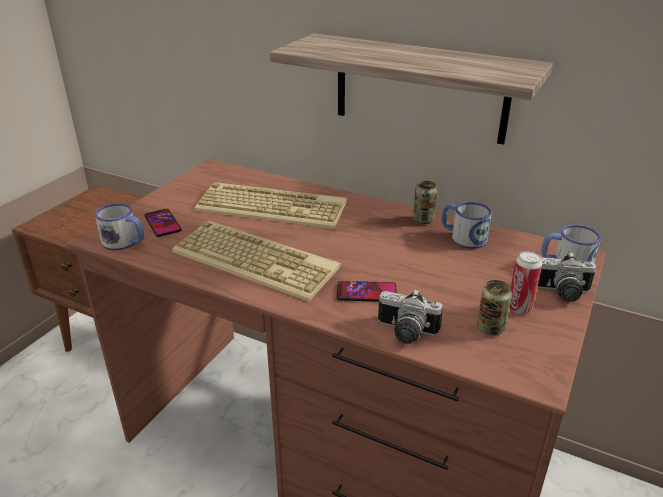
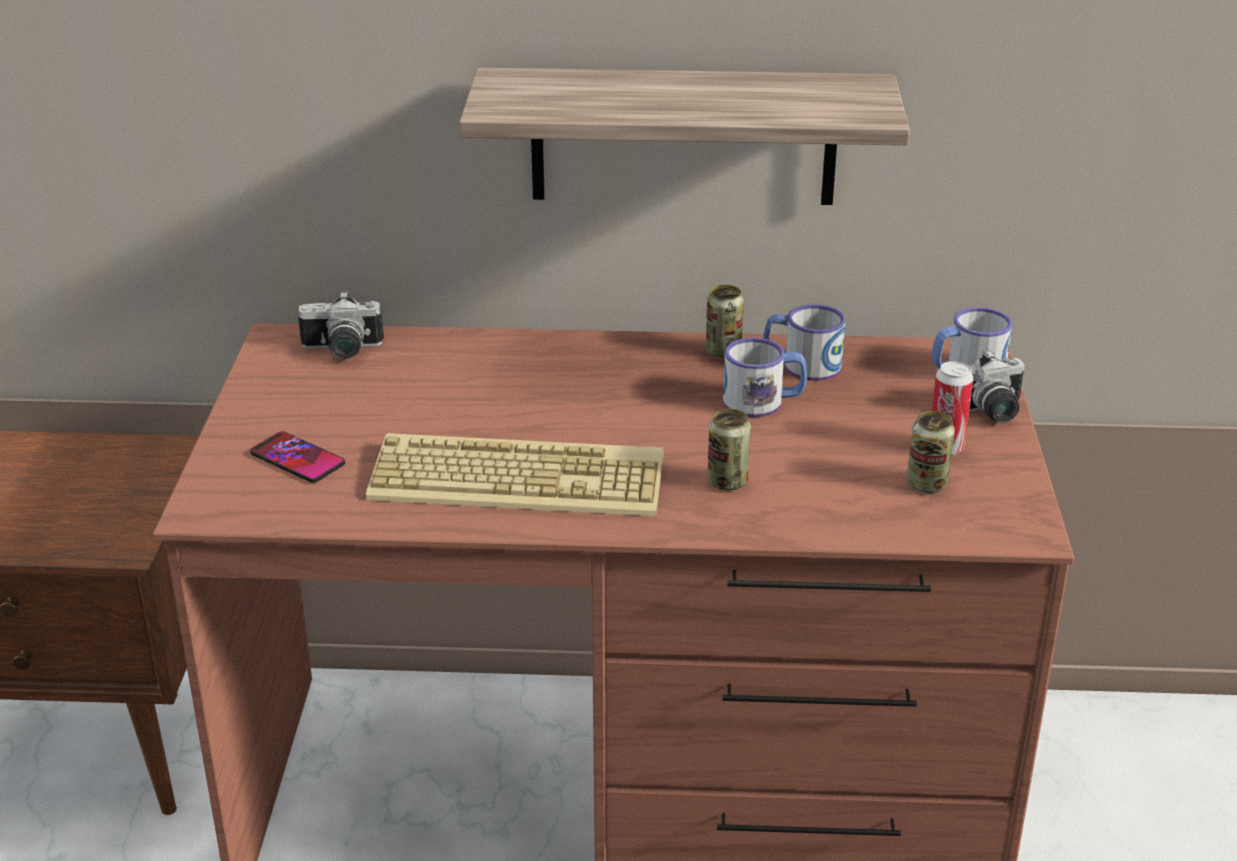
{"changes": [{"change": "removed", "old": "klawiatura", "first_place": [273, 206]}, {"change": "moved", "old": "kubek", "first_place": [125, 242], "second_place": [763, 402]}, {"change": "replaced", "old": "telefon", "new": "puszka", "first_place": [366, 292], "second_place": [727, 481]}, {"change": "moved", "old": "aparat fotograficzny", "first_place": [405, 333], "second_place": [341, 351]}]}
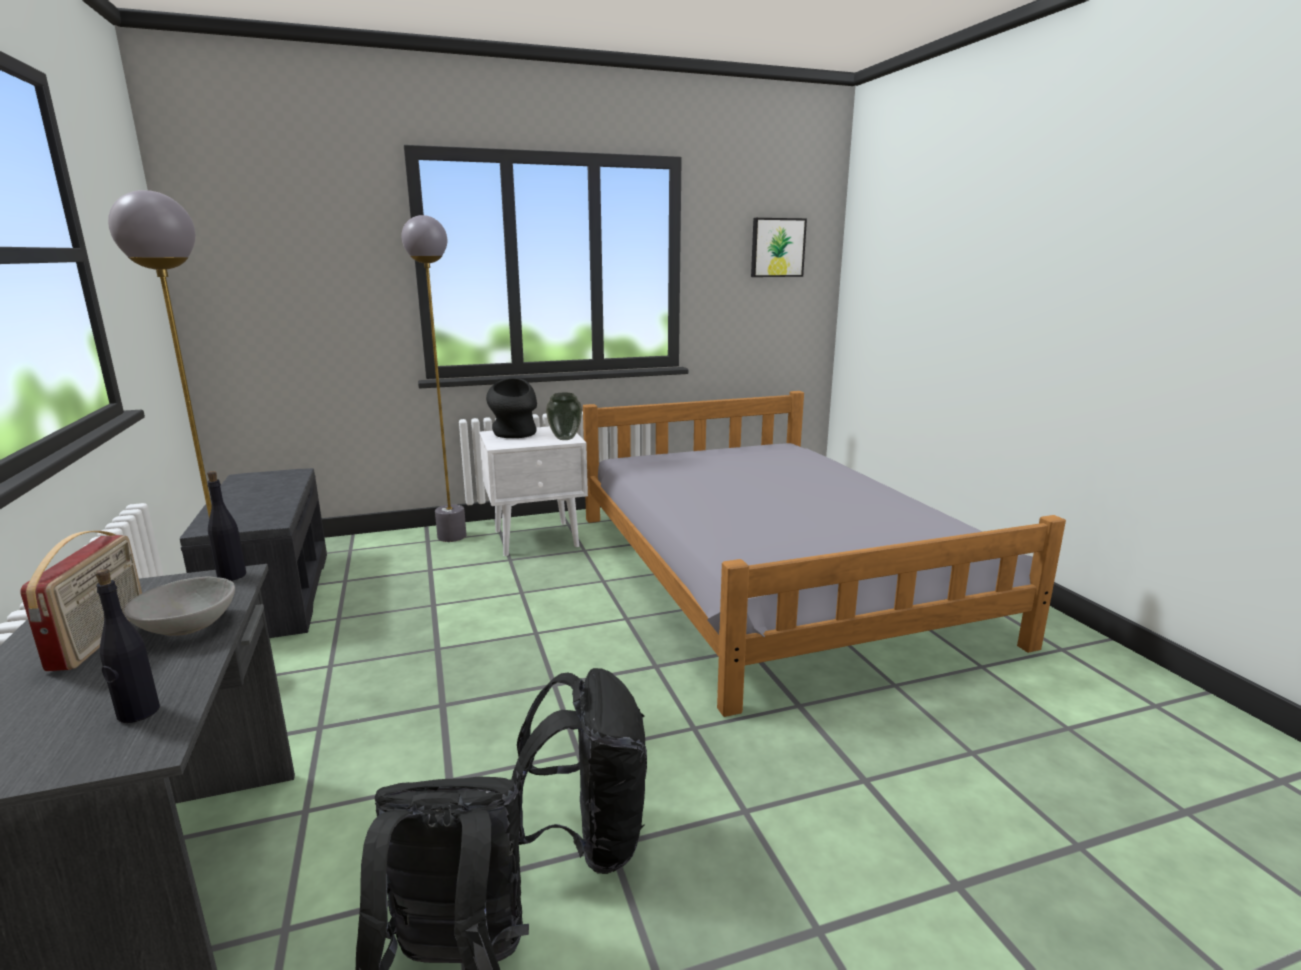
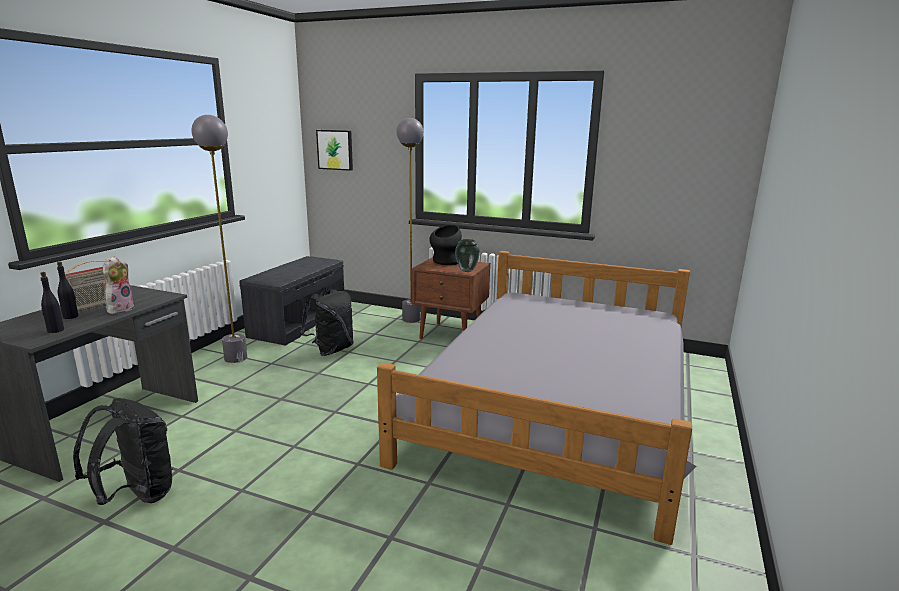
{"changes": [{"change": "moved", "old": "obraz", "first_place": [777, 247], "second_place": [335, 150]}, {"change": "recoloured", "old": "szafka nocna (biały)", "new": "szafka nocna (brązowy)", "first_place": [538, 538], "second_place": [451, 334]}, {"change": "moved", "old": "butelka (czarny)", "first_place": [232, 576], "second_place": [71, 316]}, {"change": "replaced", "old": "miska (szary)", "new": "pluszak", "first_place": [188, 626], "second_place": [120, 309]}, {"change": "moved", "old": "plecak (czarny)", "first_place": [588, 838], "second_place": [331, 350]}]}
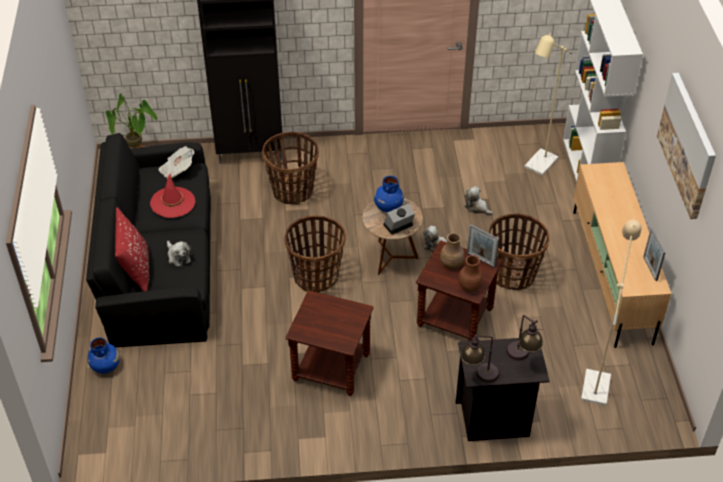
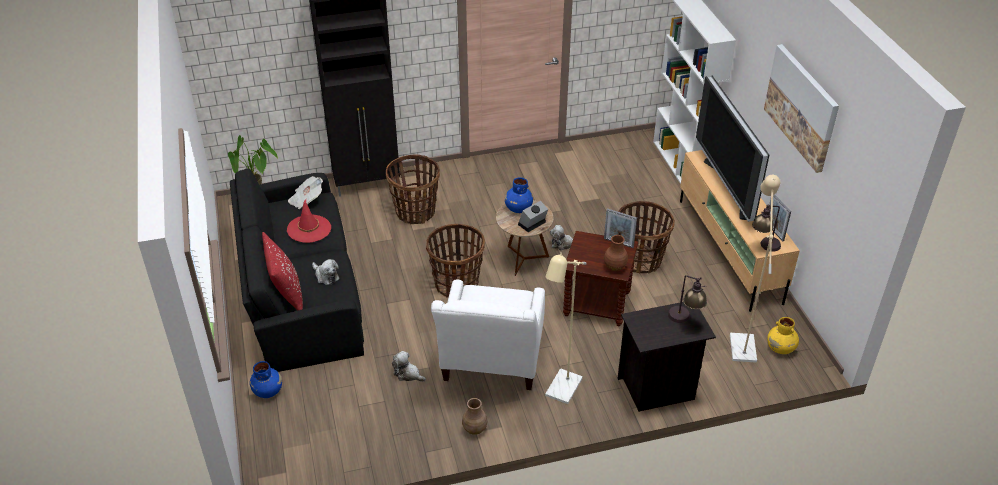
{"changes": [{"change": "moved", "old": "lampa stojąca (beżowy)", "first_place": [538, 166], "second_place": [561, 392]}, {"change": "moved", "old": "pluszak", "first_place": [477, 207], "second_place": [408, 374]}, {"change": "moved", "old": "wazon (brązowy)", "first_place": [451, 264], "second_place": [475, 429]}, {"change": "replaced", "old": "stolik (brązowy)", "new": "fotel (biały)", "first_place": [330, 368], "second_place": [491, 364]}, {"change": "moved", "old": "lampa stołowa", "first_place": [478, 375], "second_place": [764, 247]}, {"change": "added", "new": "telewizor", "second_place": [729, 188]}, {"change": "added", "new": "wazon (żółty)", "second_place": [780, 348]}]}
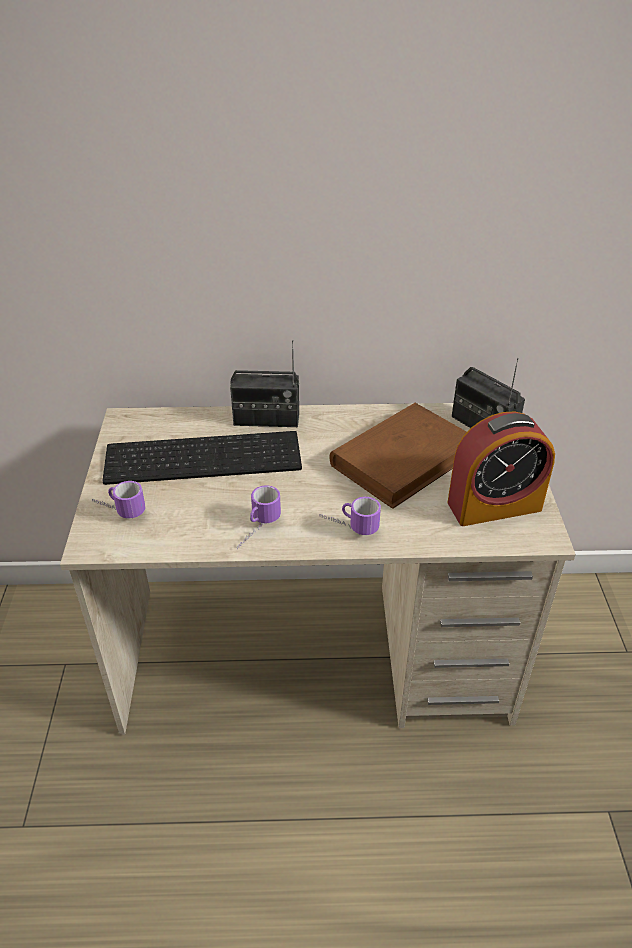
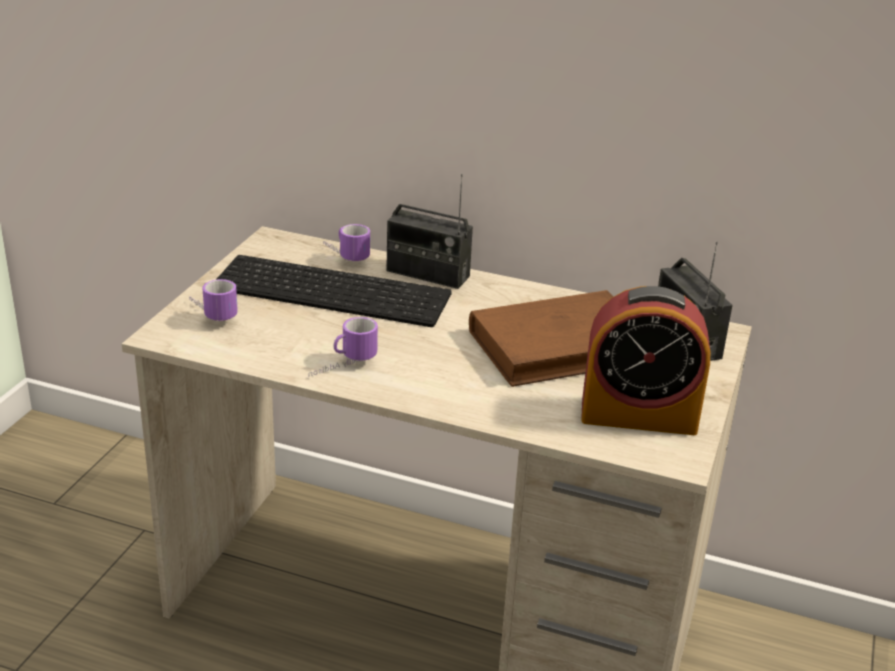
{"changes": [{"change": "moved", "old": "kubek", "first_place": [348, 526], "second_place": [344, 256]}]}
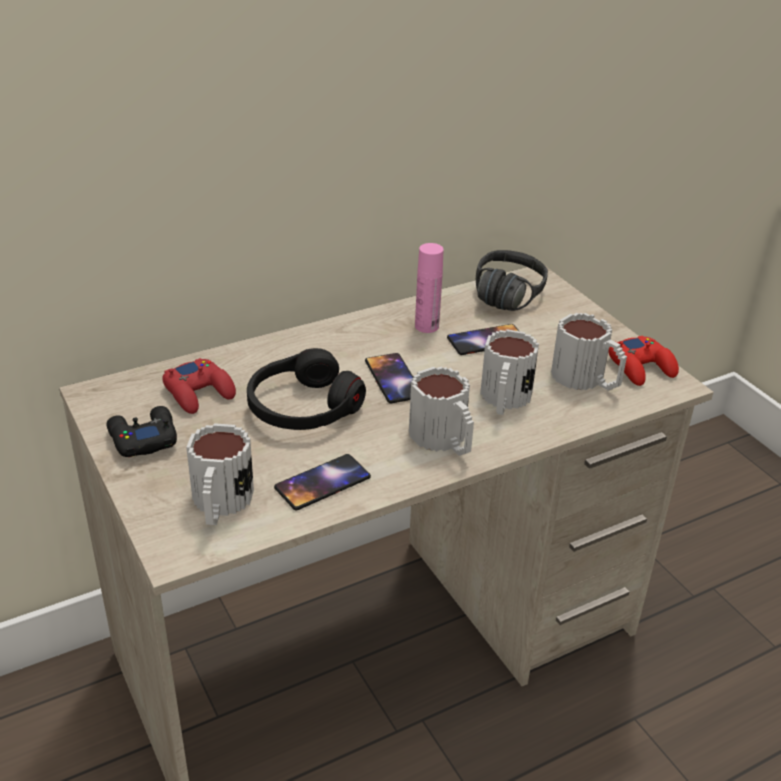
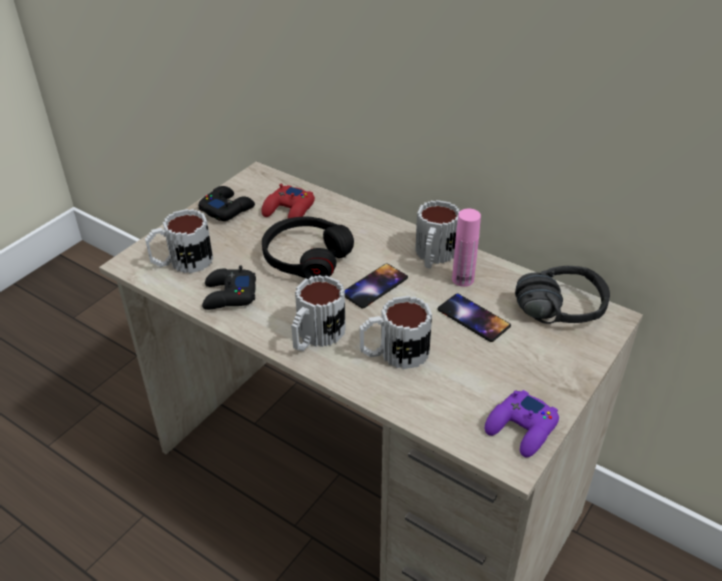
{"changes": [{"change": "moved", "old": "kubek", "first_place": [587, 380], "second_place": [433, 256]}, {"change": "recoloured", "old": "pad do gier (czerwony)", "new": "pad do gier (fioletowy)", "first_place": [641, 367], "second_place": [521, 429]}, {"change": "replaced", "old": "telefon", "new": "pad do gier (czarny)", "first_place": [323, 483], "second_place": [229, 295]}]}
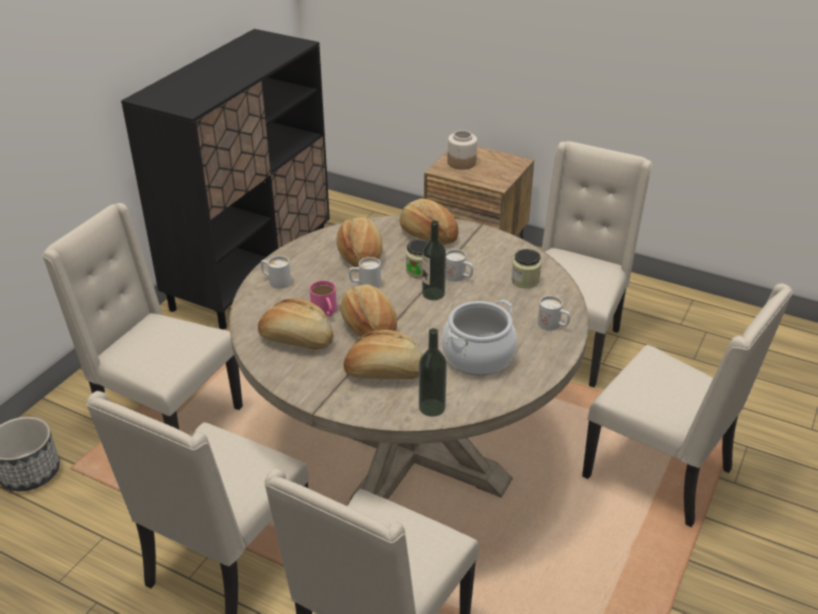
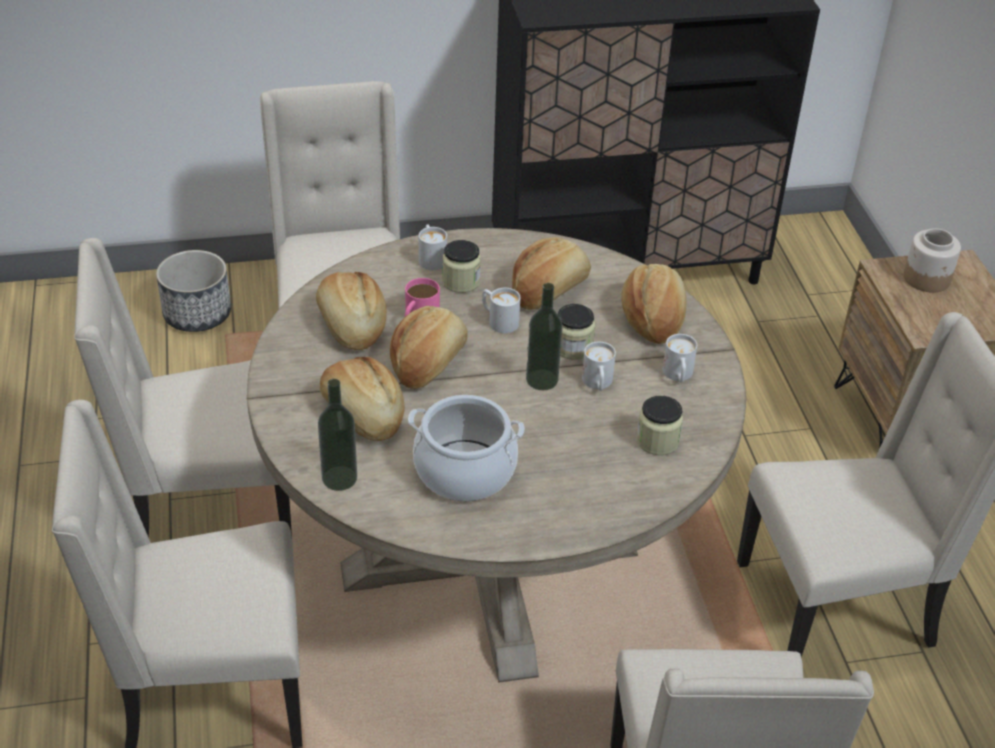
{"changes": [{"change": "moved", "old": "kubek (biały)", "first_place": [553, 325], "second_place": [678, 376]}, {"change": "added", "new": "słoik", "second_place": [461, 282]}]}
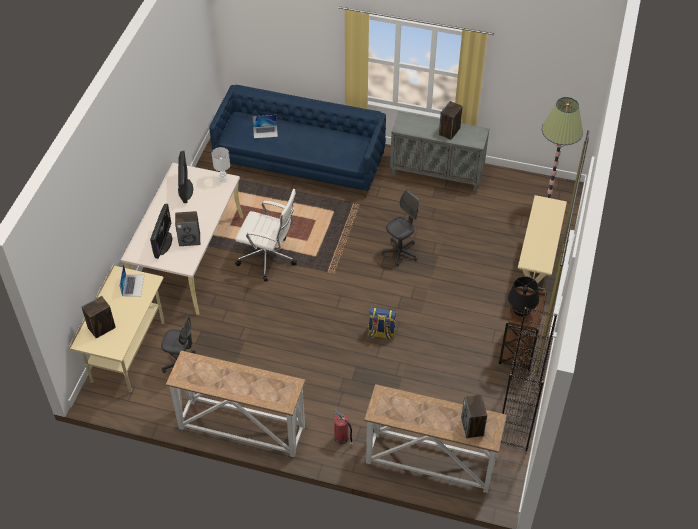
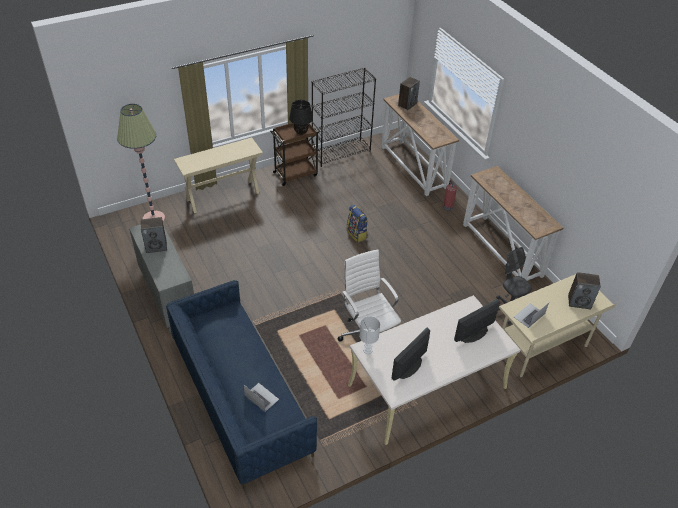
{"changes": [{"change": "removed", "old": "krzesło biurowe (szary)", "first_place": [400, 252]}, {"change": "removed", "old": "głośnik", "first_place": [190, 239]}]}
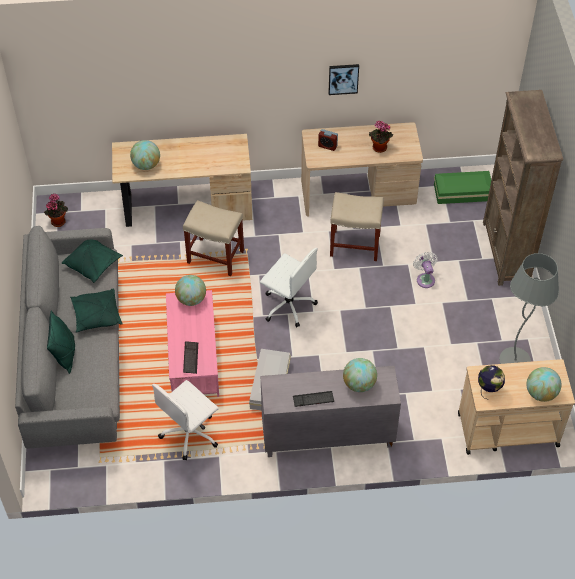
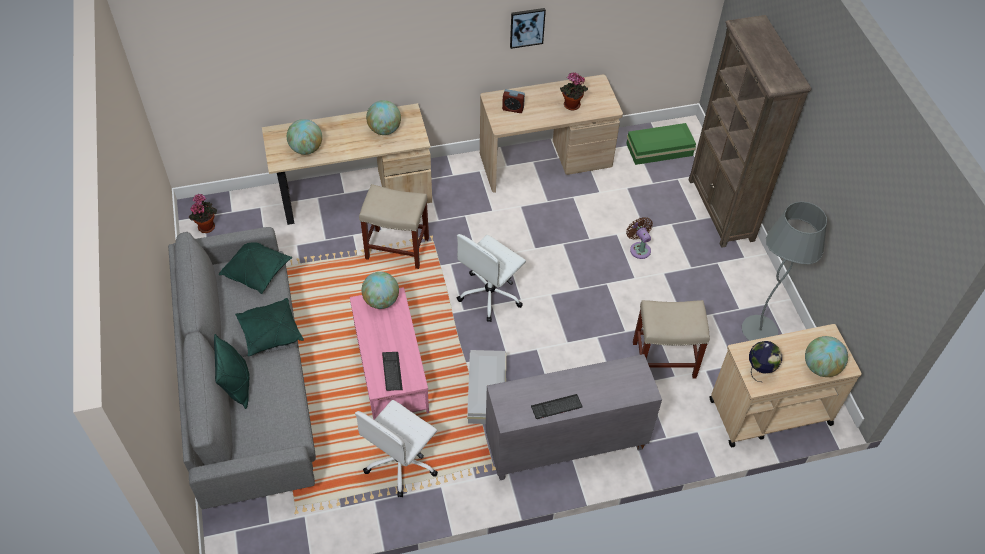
{"changes": [{"change": "moved", "old": "stołek (beżowy)", "first_place": [354, 245], "second_place": [663, 360]}, {"change": "turned", "old": "krzesło biurowe (biały)", "first_place": [288, 305], "second_place": [490, 295], "degrees": 105}, {"change": "recoloured", "old": "wentylator (biały)", "new": "wentylator (brązowy)", "first_place": [425, 279], "second_place": [639, 248]}, {"change": "moved", "old": "globus", "first_place": [359, 384], "second_place": [384, 130]}]}
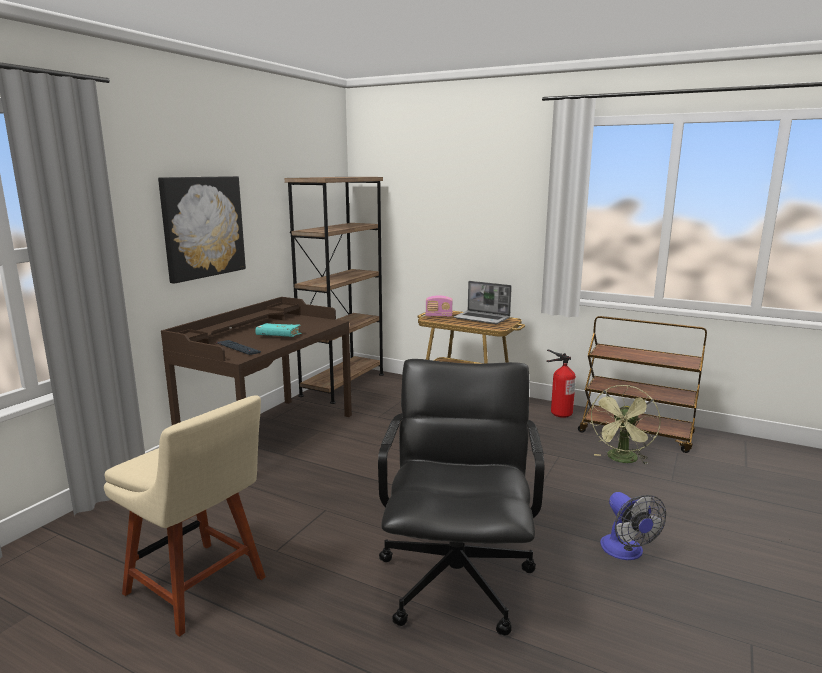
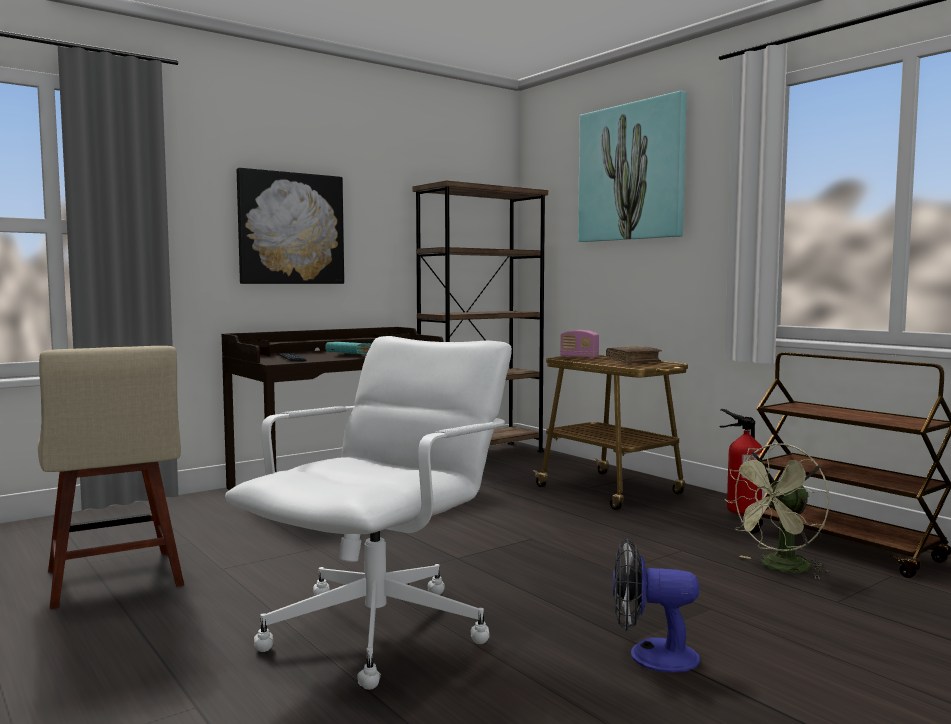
{"changes": [{"change": "replaced", "old": "laptop", "new": "książka (brązowy)", "first_place": [482, 318], "second_place": [633, 361]}, {"change": "recoloured", "old": "krzesło biurowe (czarny)", "new": "krzesło biurowe (biały)", "first_place": [457, 580], "second_place": [380, 631]}, {"change": "turned", "old": "wentylator", "first_place": [626, 552], "second_place": [651, 655], "degrees": 90}, {"change": "added", "new": "obraz", "second_place": [631, 172]}]}
